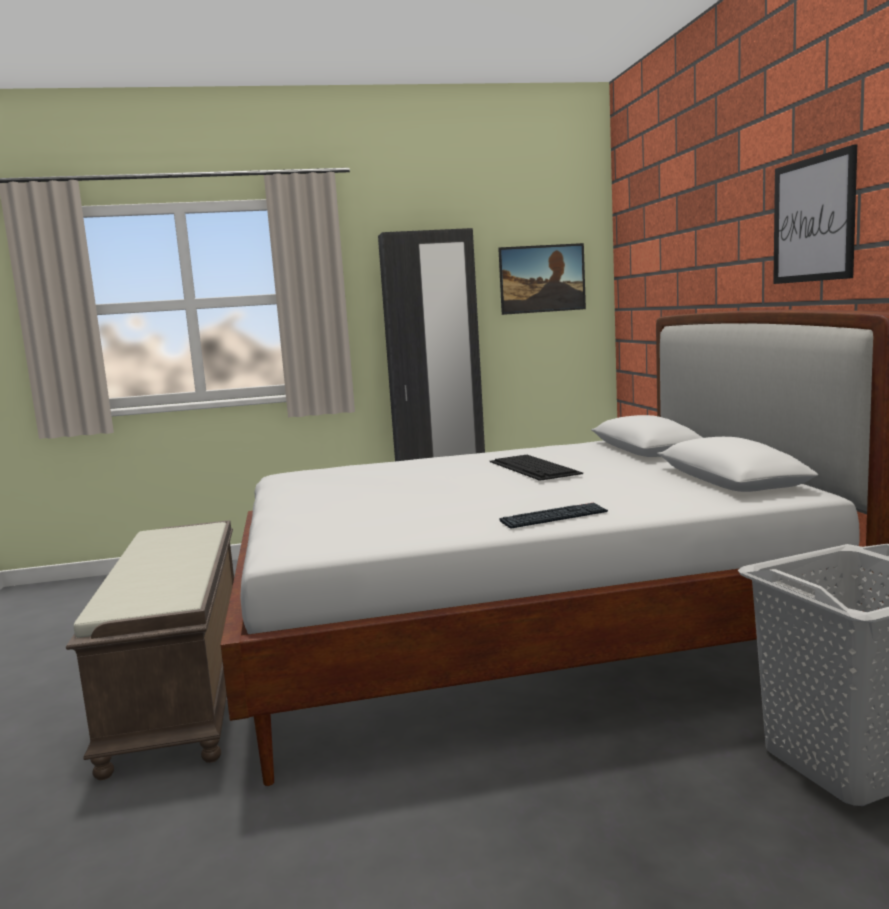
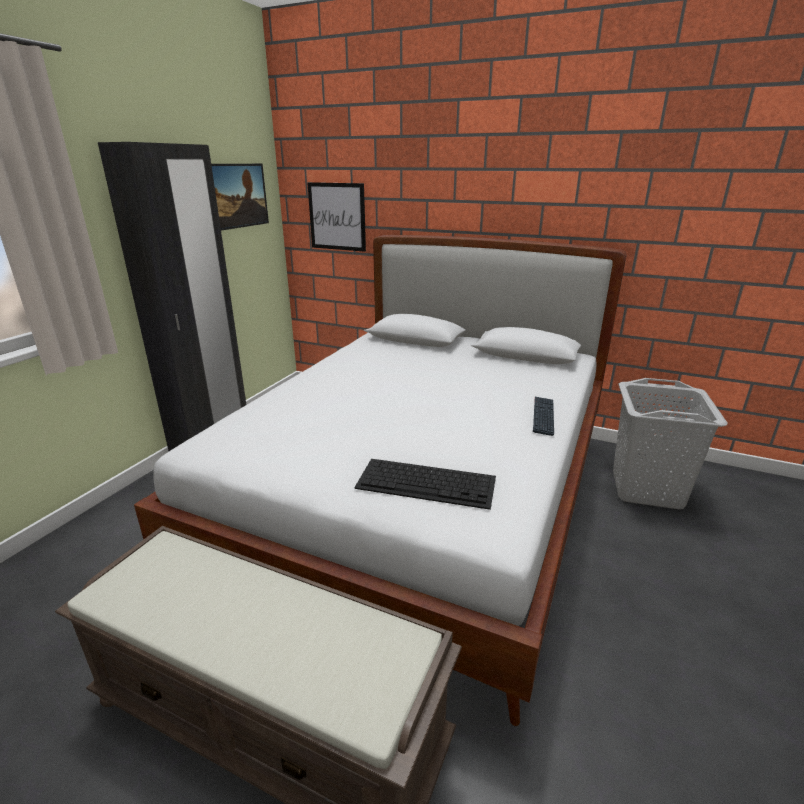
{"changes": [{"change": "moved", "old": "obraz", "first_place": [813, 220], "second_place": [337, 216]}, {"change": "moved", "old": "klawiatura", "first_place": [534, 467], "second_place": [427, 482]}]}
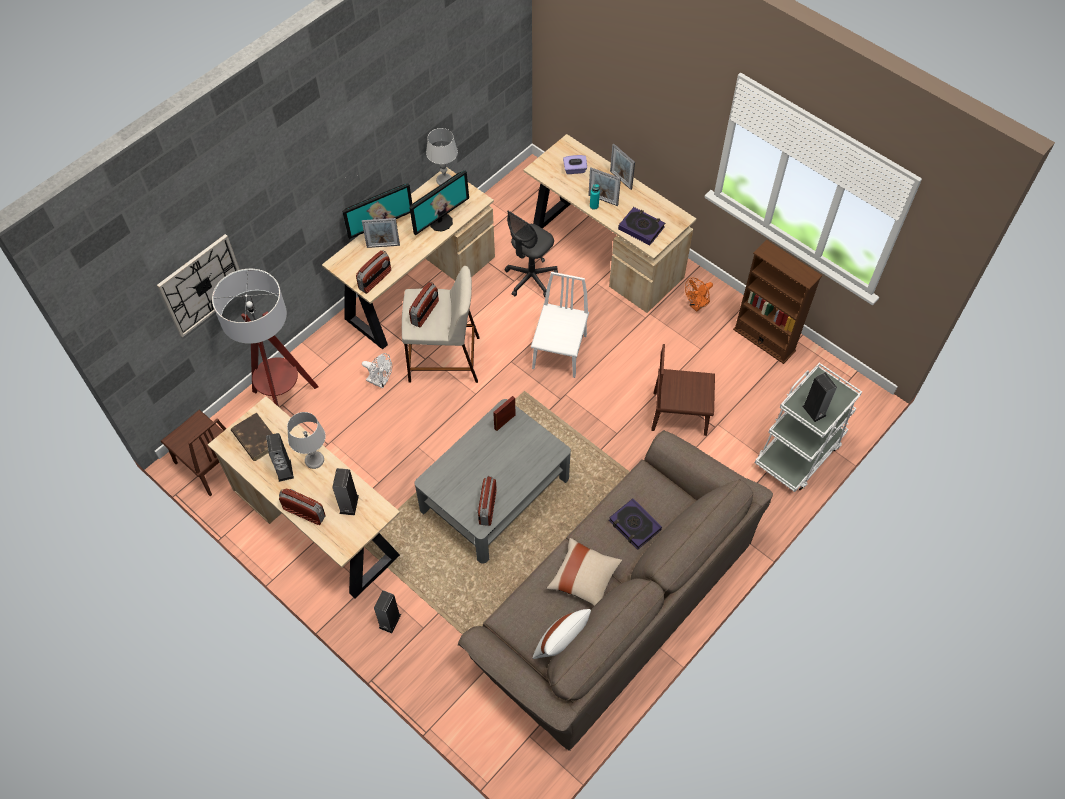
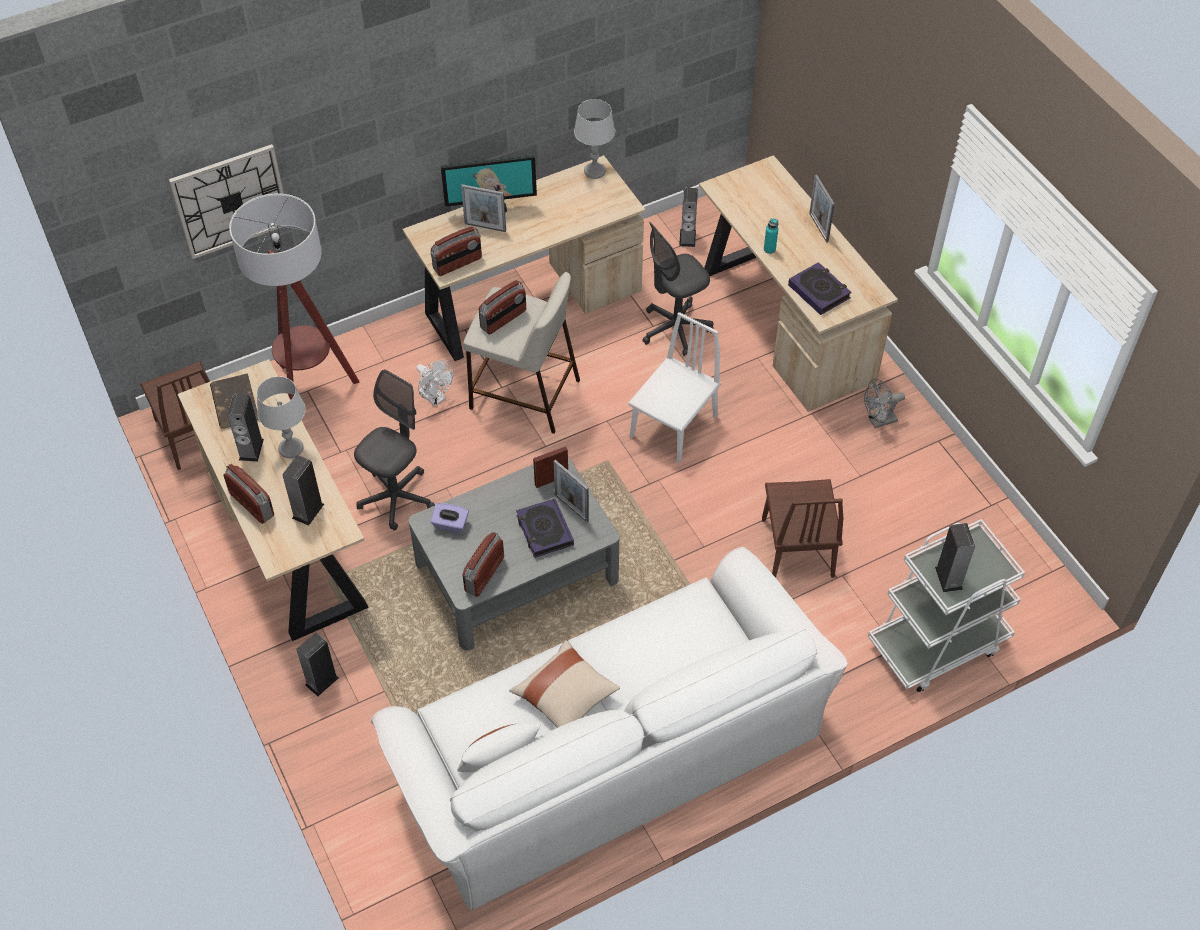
{"changes": [{"change": "moved", "old": "pudełko chusteczek (fioletowy)", "first_place": [575, 170], "second_place": [450, 524]}, {"change": "moved", "old": "ramka na zdjęcie", "first_place": [603, 200], "second_place": [571, 508]}, {"change": "removed", "old": "monitor", "first_place": [441, 222]}, {"change": "removed", "old": "regał (brązowy)", "first_place": [764, 340]}, {"change": "recoloured", "old": "wentylator (pomarańczowy)", "new": "wentylator (szary)", "first_place": [697, 305], "second_place": [878, 421]}, {"change": "turned", "old": "krzesło (brązowy)", "first_place": [680, 413], "second_place": [797, 547], "degrees": -120}, {"change": "recoloured", "old": "kanapa (brązowy)", "new": "kanapa (biały)", "first_place": [612, 602], "second_place": [607, 750]}, {"change": "moved", "old": "książka", "first_place": [634, 525], "second_place": [544, 531]}, {"change": "added", "new": "głośnik", "second_place": [687, 238]}, {"change": "added", "new": "krzesło biurowe (szary)", "second_place": [396, 498]}]}
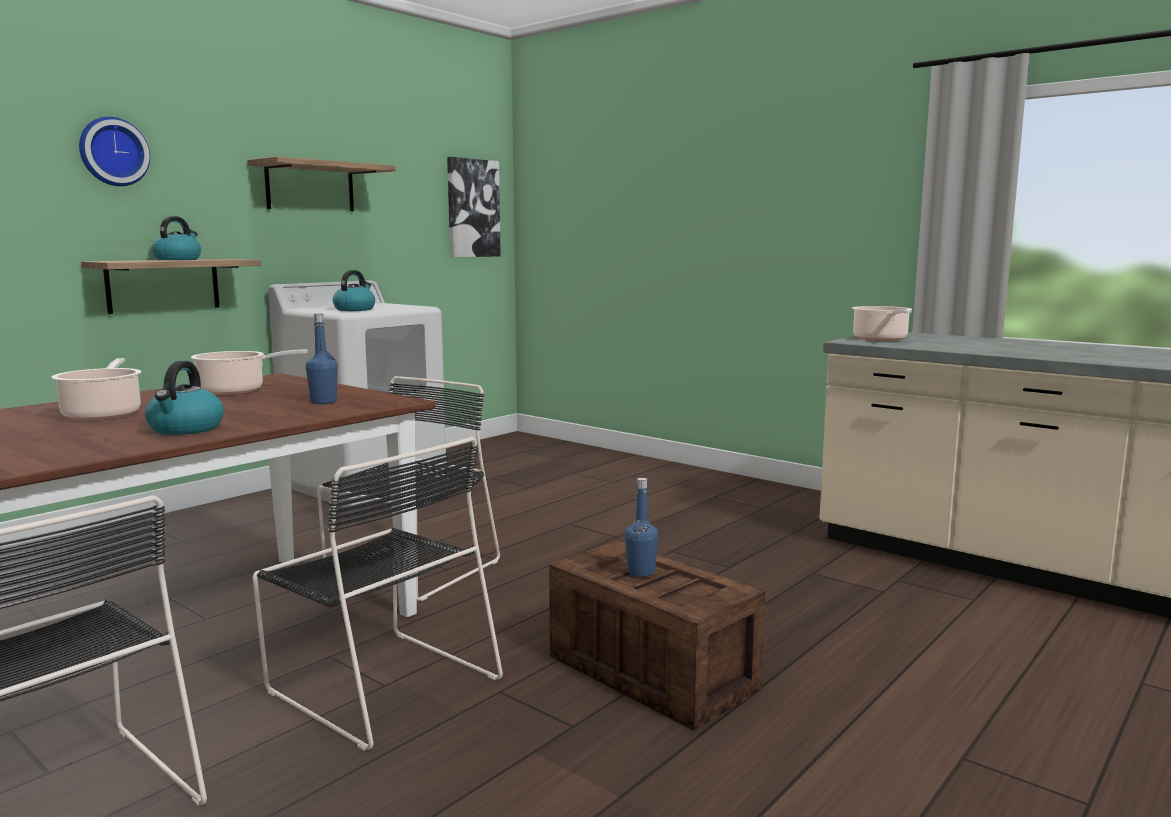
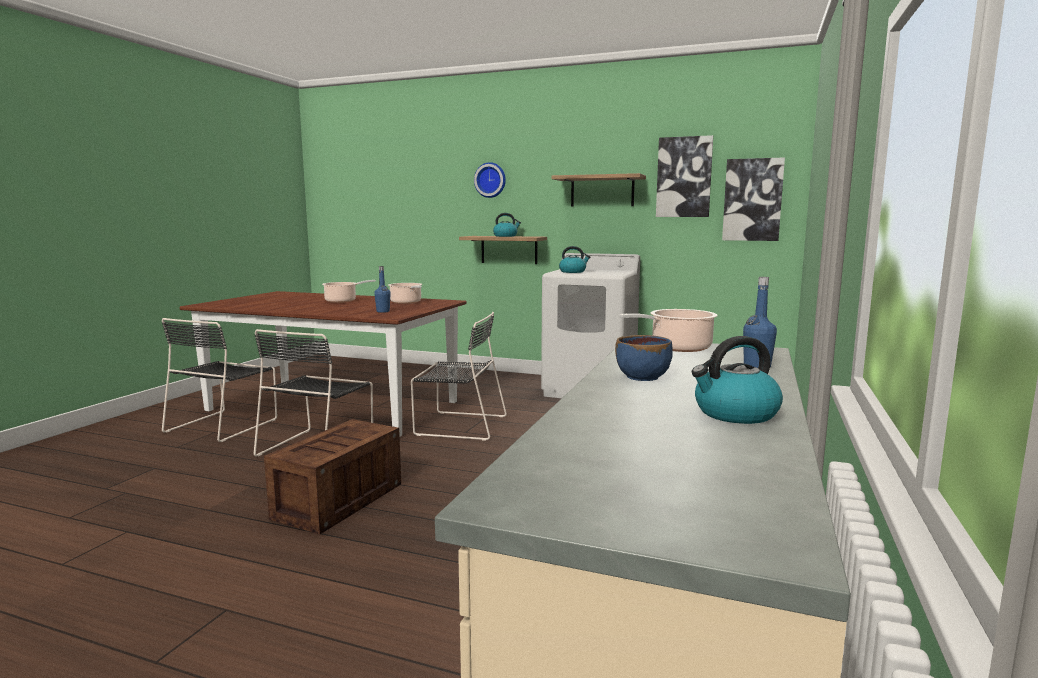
{"changes": [{"change": "moved", "old": "czajnik", "first_place": [186, 429], "second_place": [735, 414]}, {"change": "moved", "old": "butelka (niebieski)", "first_place": [641, 572], "second_place": [757, 366]}, {"change": "added", "new": "obraz", "second_place": [684, 177]}, {"change": "added", "new": "miska (niebieski)", "second_place": [643, 377]}]}
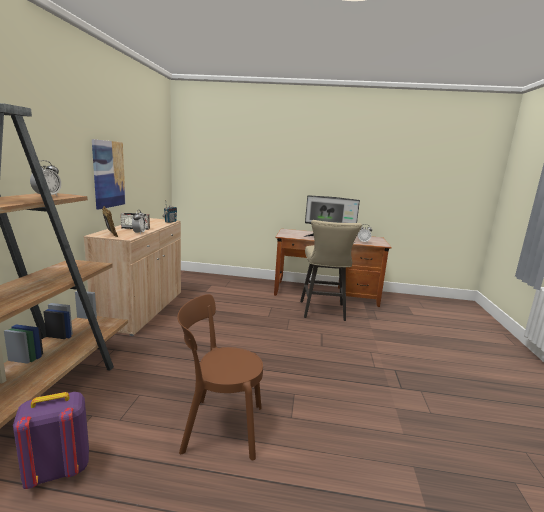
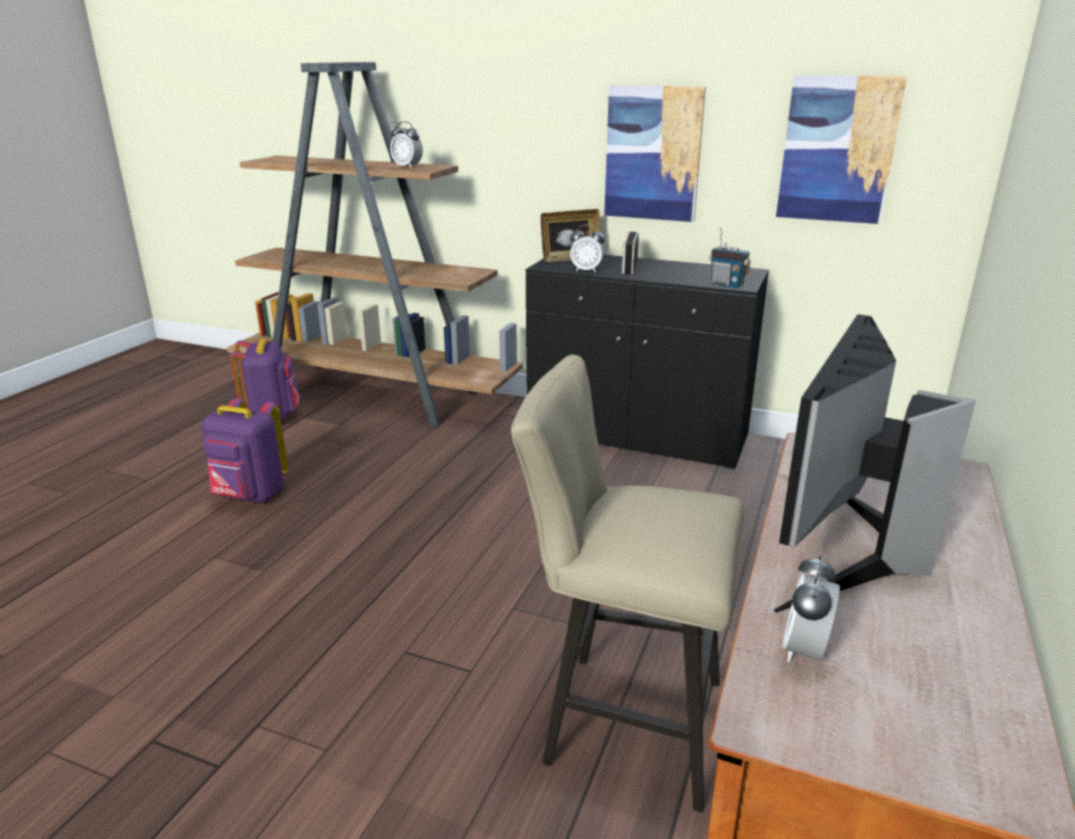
{"changes": [{"change": "recoloured", "old": "szafka (beżowy)", "new": "szafka (czarny)", "first_place": [142, 310], "second_place": [637, 436]}, {"change": "replaced", "old": "krzesło (brązowy)", "new": "plecak (fioletowy)", "first_place": [219, 427], "second_place": [250, 496]}, {"change": "added", "new": "obraz", "second_place": [838, 150]}]}
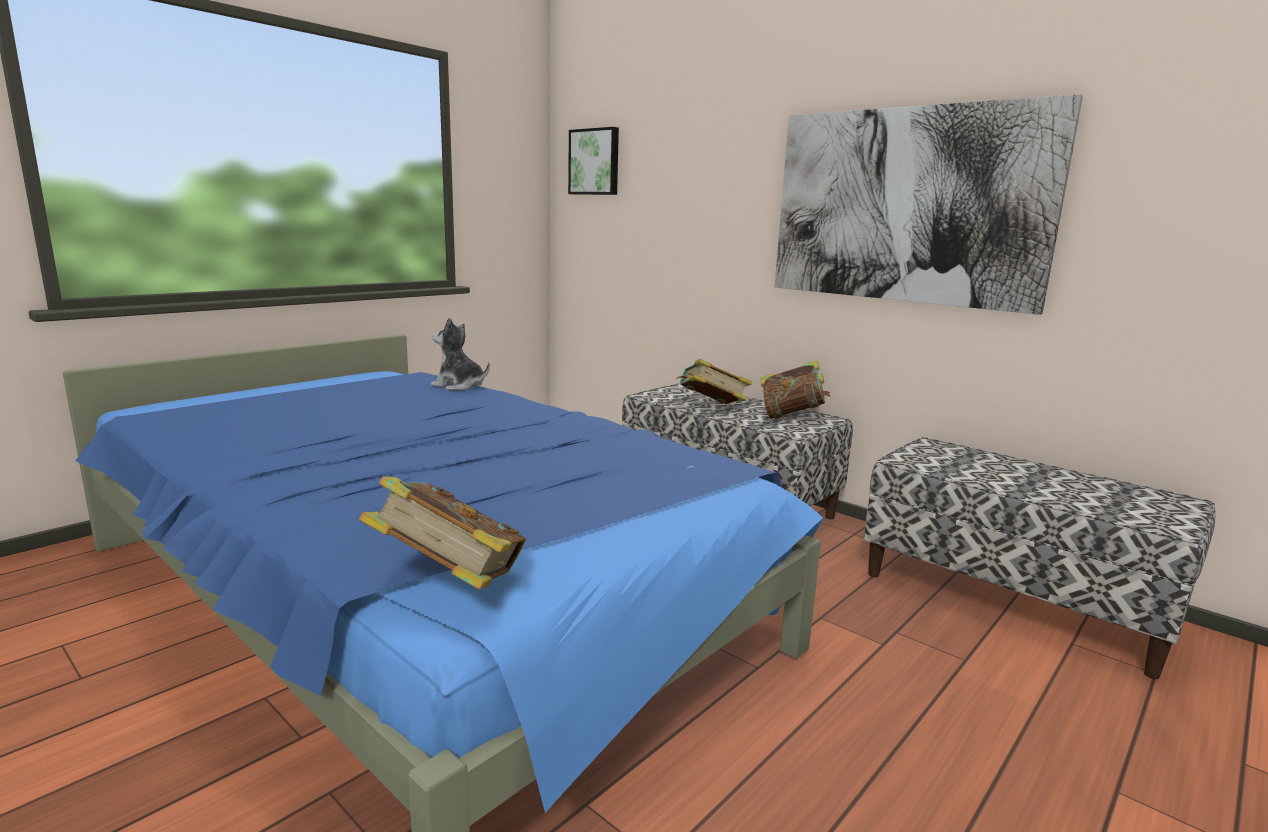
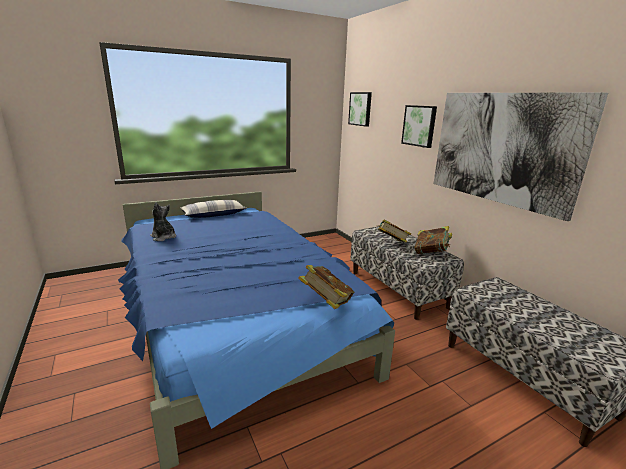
{"changes": [{"change": "moved", "old": "pluszak", "first_place": [459, 386], "second_place": [163, 237]}, {"change": "moved", "old": "książka", "first_place": [450, 583], "second_place": [326, 303]}, {"change": "added", "new": "obraz", "second_place": [419, 126]}, {"change": "added", "new": "poduszka", "second_place": [214, 215]}]}
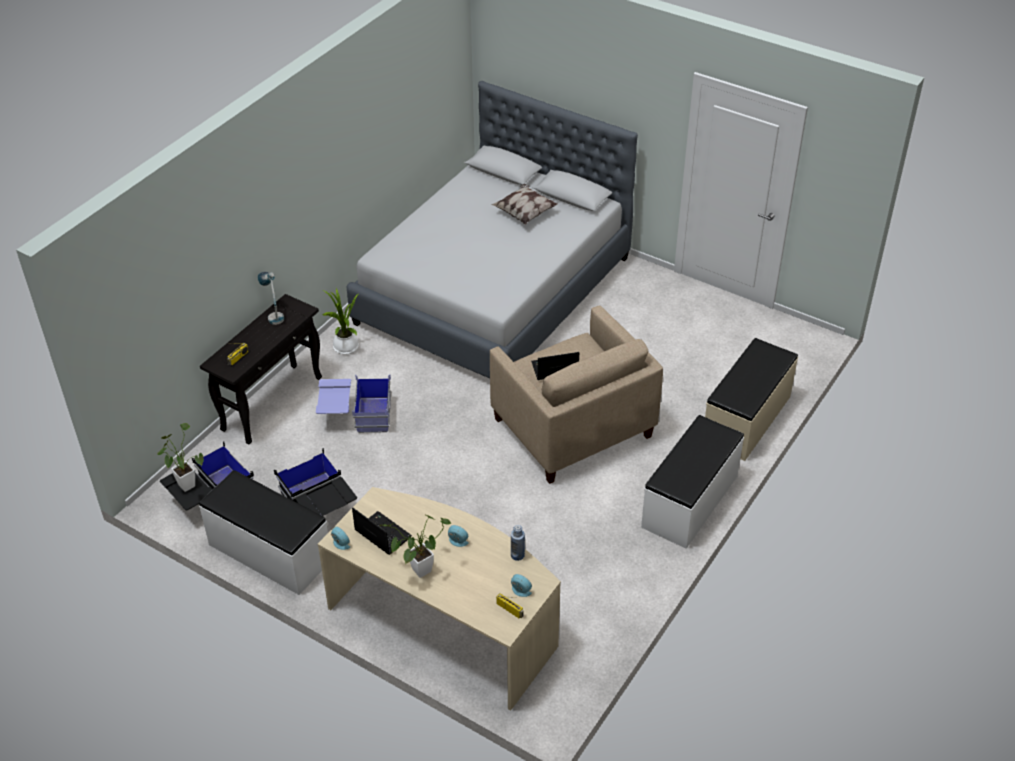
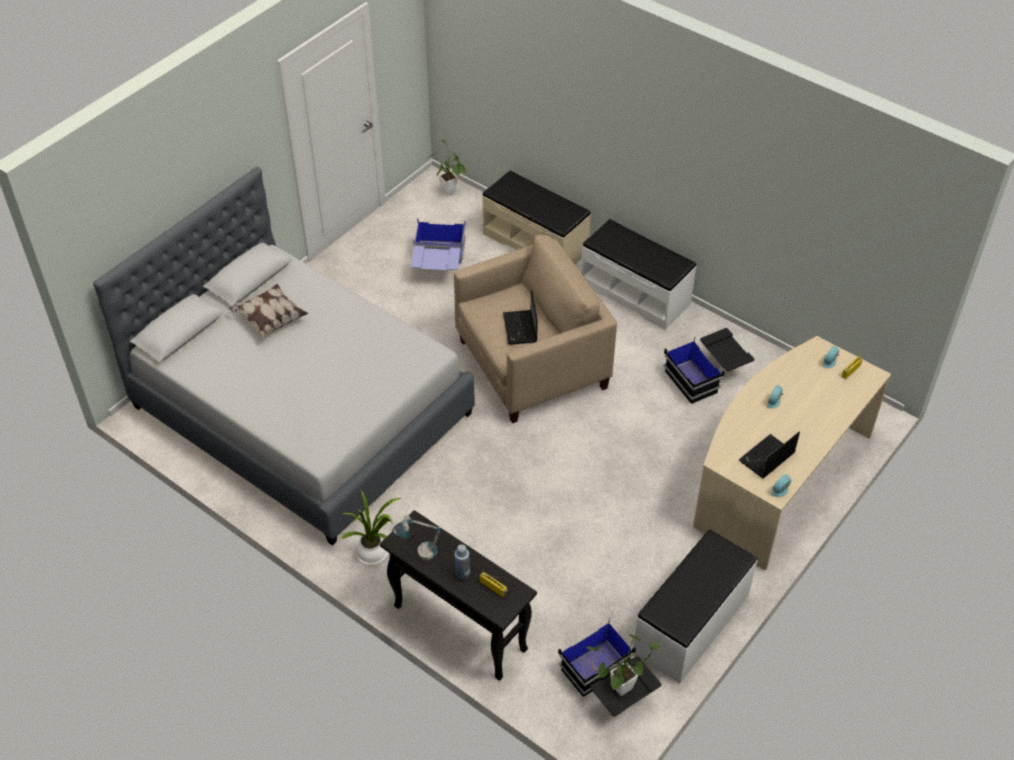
{"changes": [{"change": "moved", "old": "pojemnik do przechowywania (niebieski)", "first_place": [355, 416], "second_place": [438, 265]}, {"change": "moved", "old": "pojemnik do przechowywania (czarny)", "first_place": [319, 505], "second_place": [706, 376]}, {"change": "moved", "old": "roślina doniczkowa", "first_place": [418, 572], "second_place": [450, 194]}, {"change": "moved", "old": "butelka (niebieski)", "first_place": [517, 555], "second_place": [462, 573]}]}
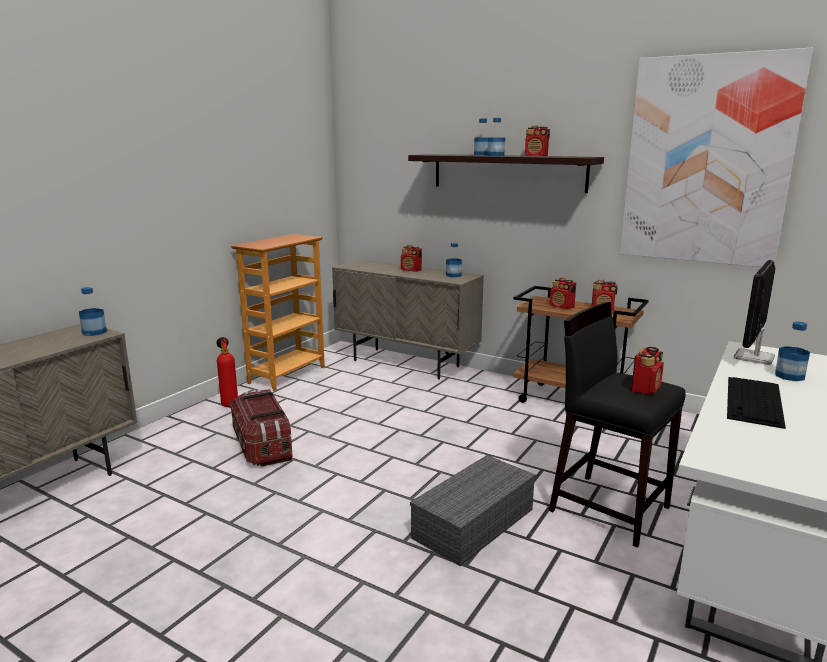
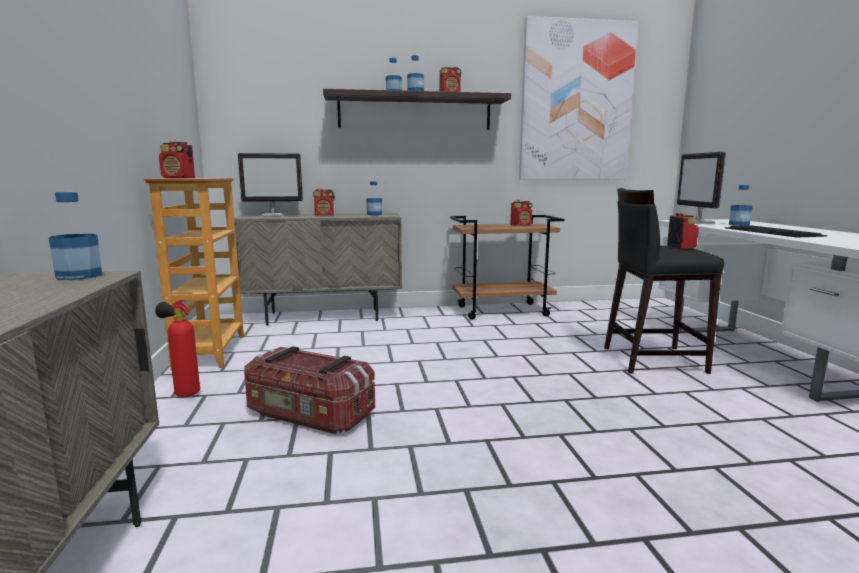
{"changes": [{"change": "moved", "old": "radio", "first_place": [562, 307], "second_place": [178, 178]}, {"change": "removed", "old": "pojemnik do przechowywania (szary)", "first_place": [474, 522]}, {"change": "added", "new": "monitor", "second_place": [273, 215]}]}
